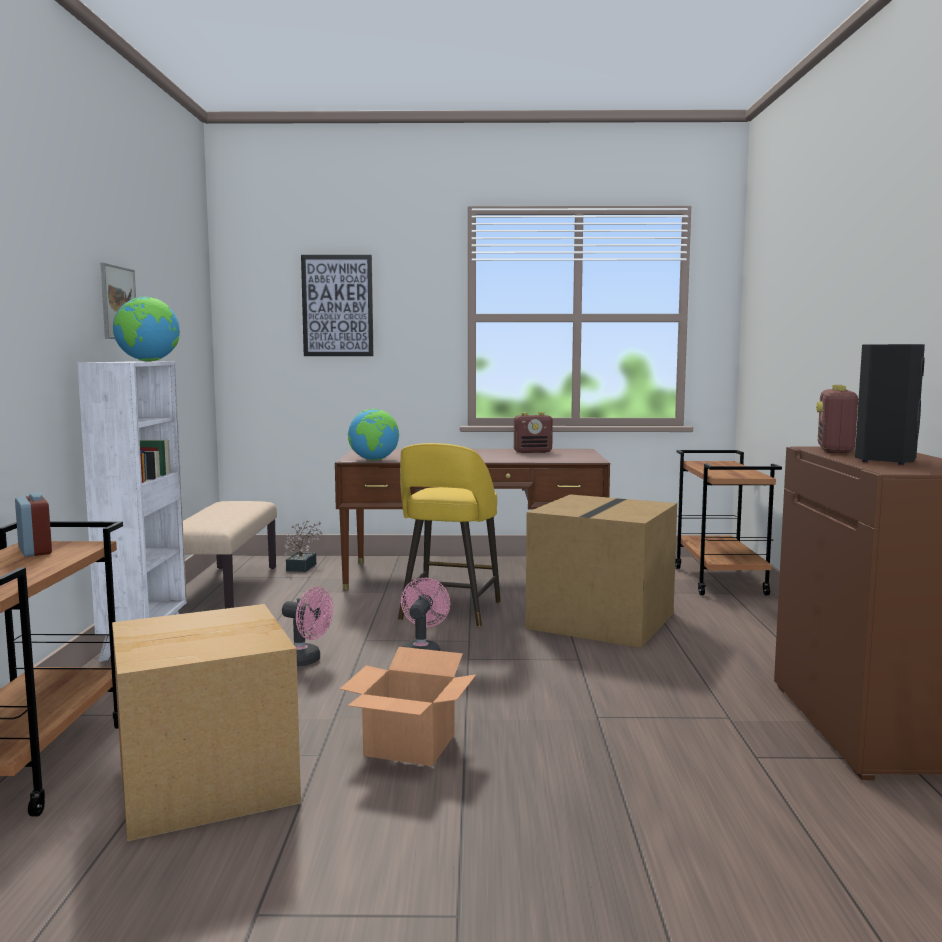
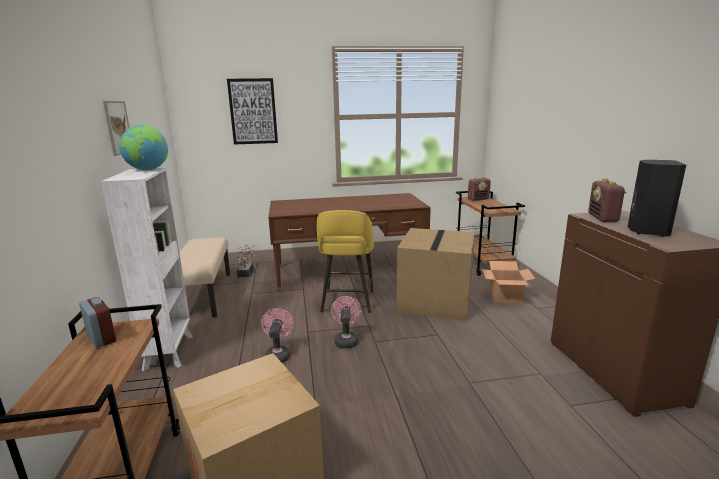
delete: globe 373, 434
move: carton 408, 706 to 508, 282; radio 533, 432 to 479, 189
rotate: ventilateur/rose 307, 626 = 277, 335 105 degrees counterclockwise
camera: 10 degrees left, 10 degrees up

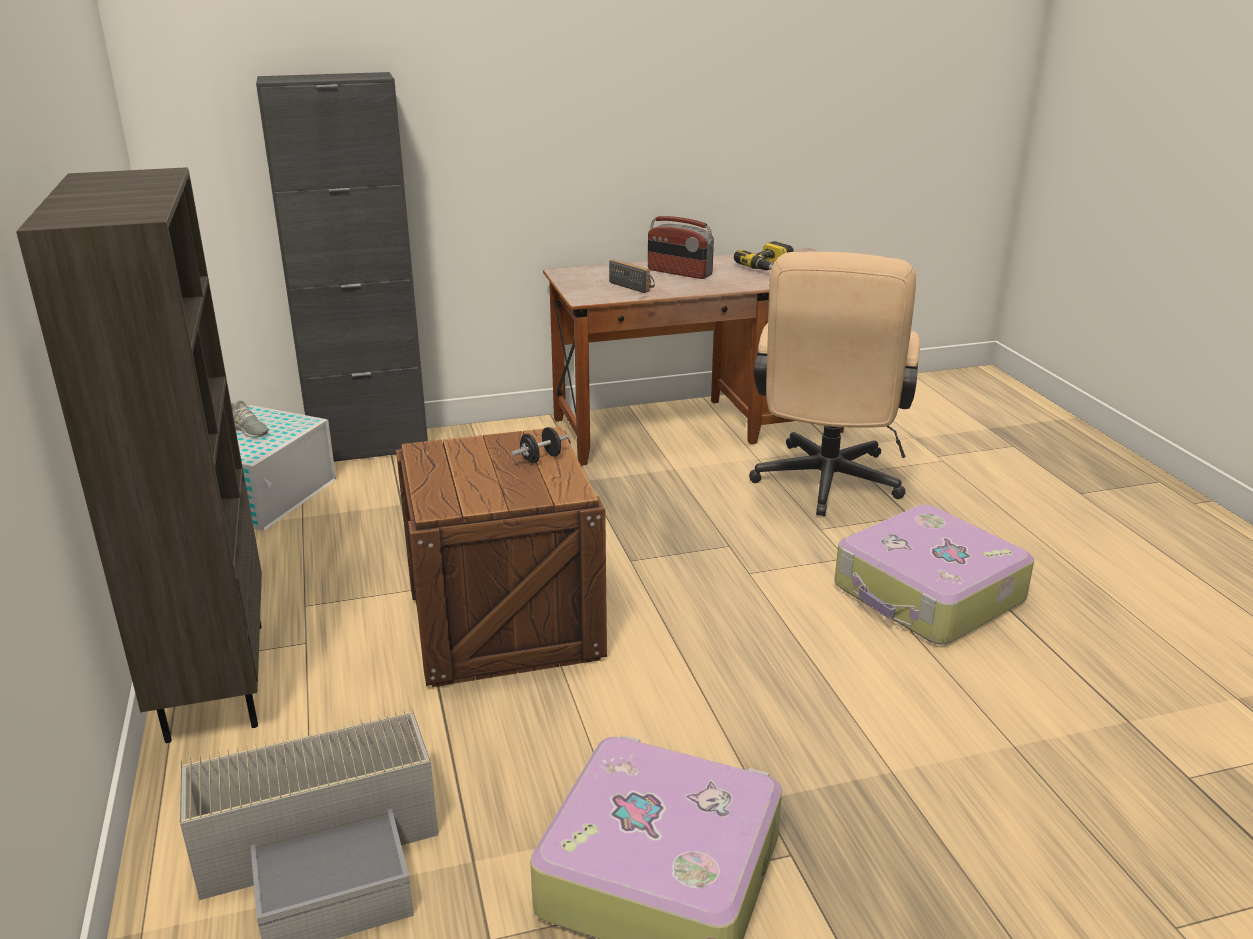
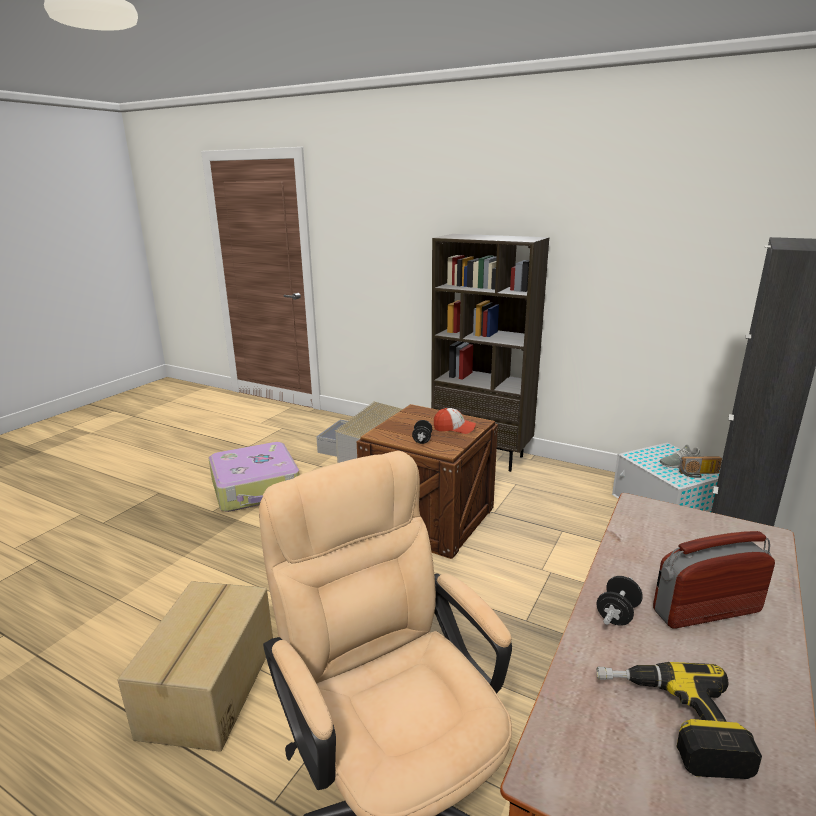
insert: casquette 455, 421; haltère/noir 620, 601
move: radio 632, 276 to 700, 467
replace: valise 934, 574 to carton 195, 666
camera: 135 degrees right, 5 degrees down

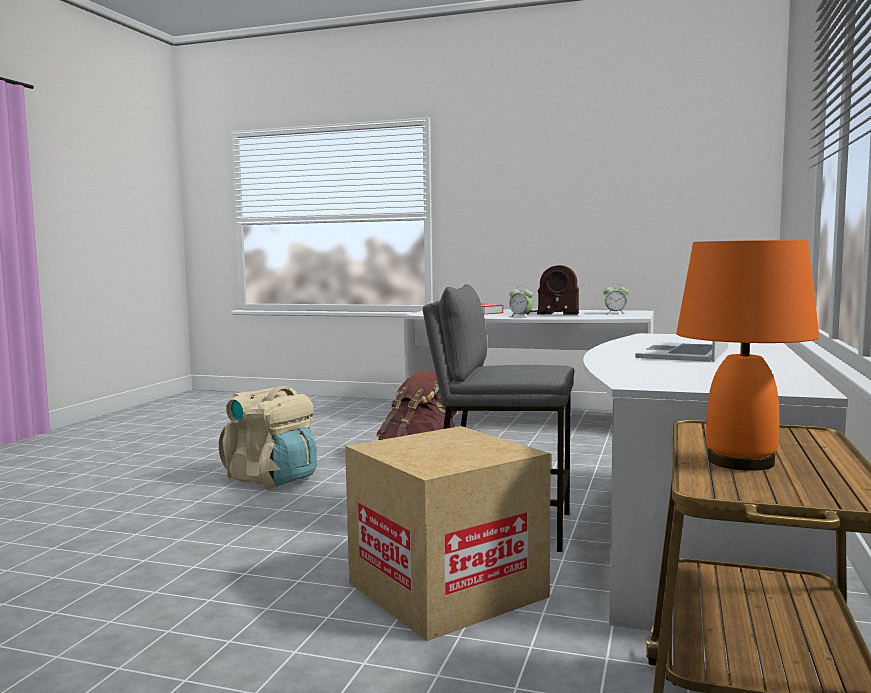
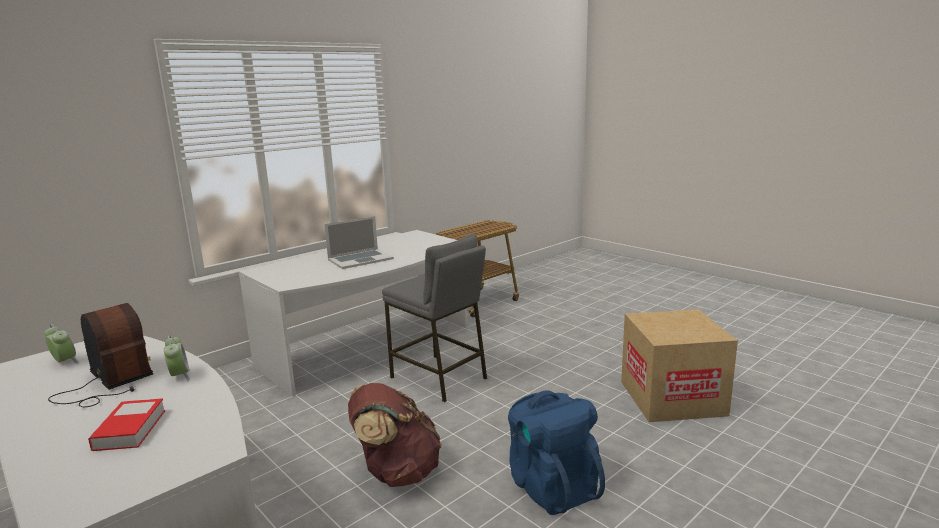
delete: lampe de table/orange 748, 355
move: carton 448, 533 to 679, 365
recolor: sac à dos/beige 268, 437 to sac à dos/bleu 556, 452
camera: 150 degrees left, 10 degrees up

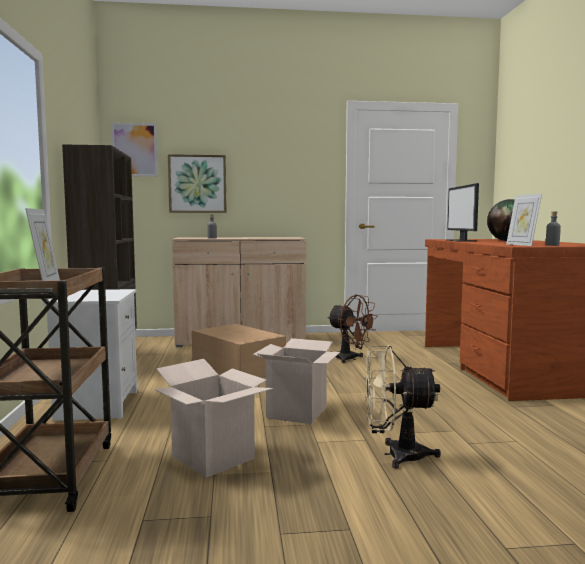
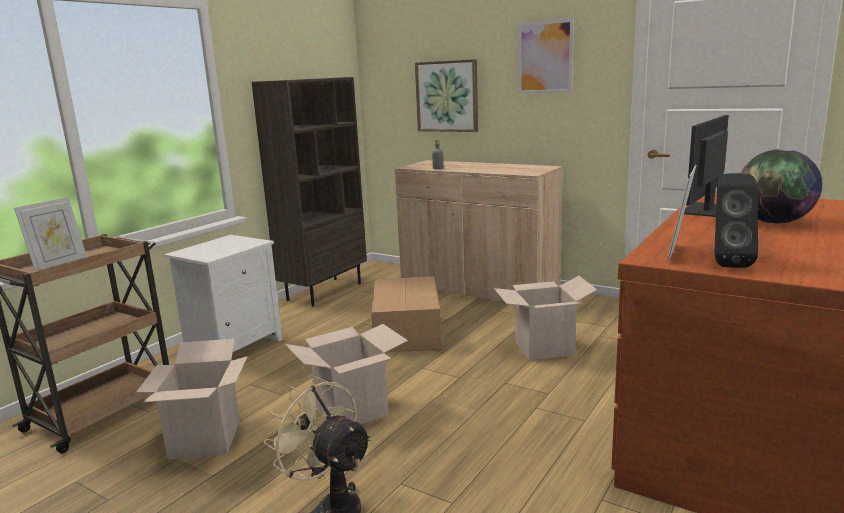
move: tableau 134, 149 to 546, 56
replace: ventilateur/marron 352, 329 to carton 545, 317; bouteille/gris 553, 229 to enceinte/noir 736, 220
camera: 40 degrees right, 10 degrees up

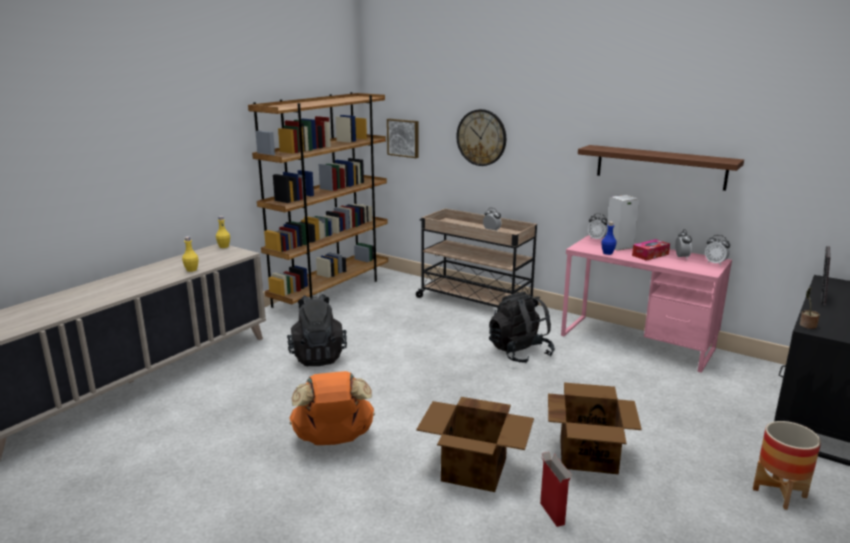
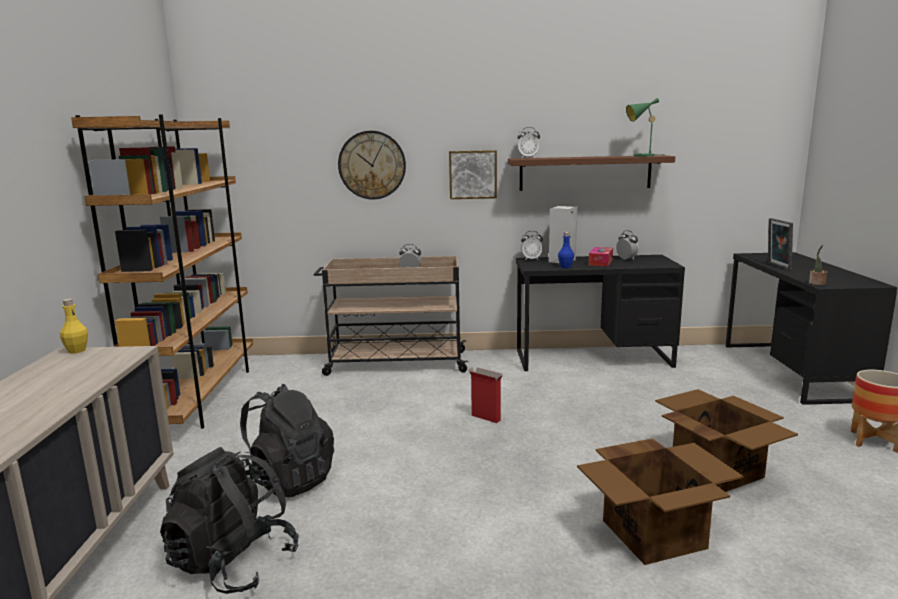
delete: bouteille/jaune 190, 254; sac à dos/orange 332, 408
insert: lampe de table/vert 645, 127
move: tableau 403, 138 to 473, 174; sac à dos/noir 522, 327 to 229, 520; carton 556, 489 to 485, 395; réveil 717, 250 to 528, 142
recolor: bureau/rose 646, 304 to bureau/noir 600, 313
camera: 35 degrees left, 5 degrees down

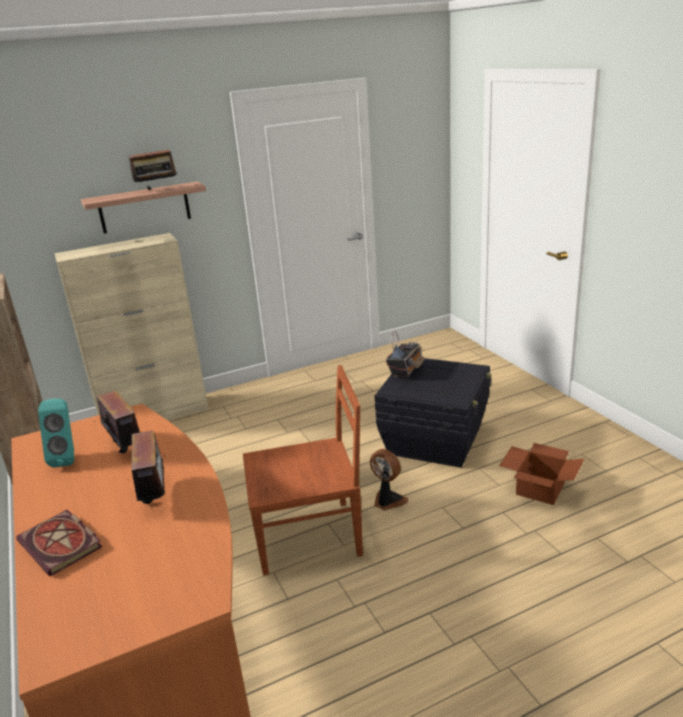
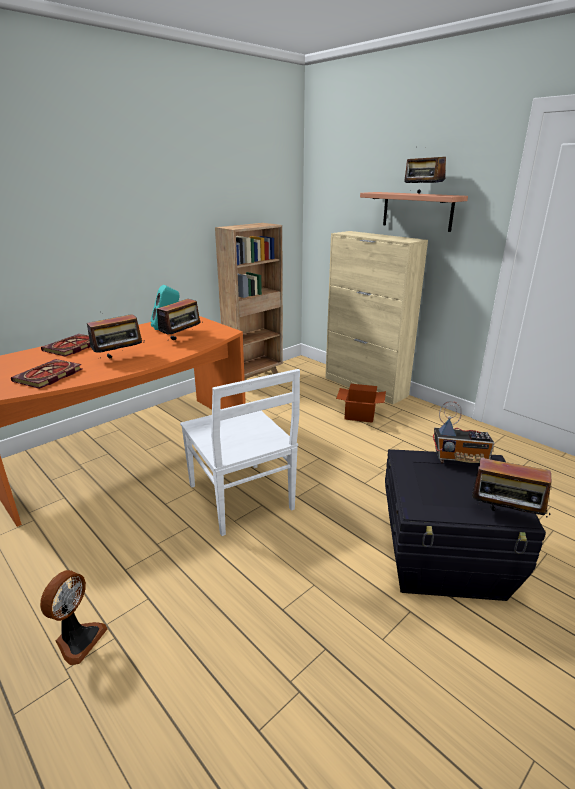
insert: livre 46, 374; radio 511, 486
move: ventilateur 389, 479 to 73, 617; carton 541, 474 to 361, 403
recolor: chaise/marron 303, 470 to chaise/blanc 240, 452
camera: 70 degrees right, 0 degrees up

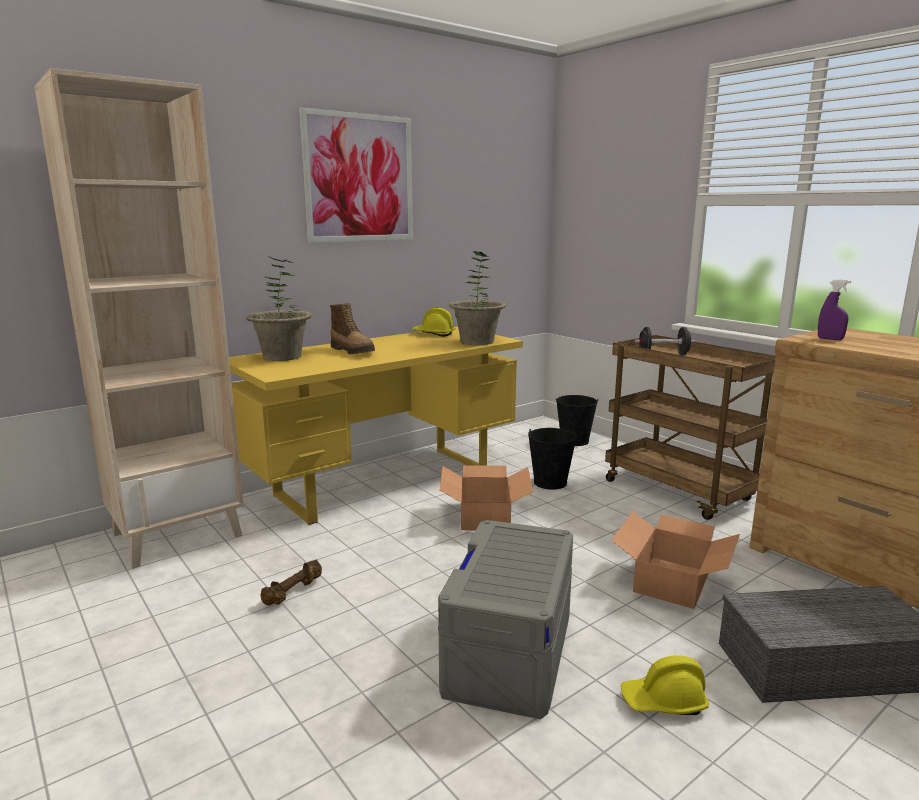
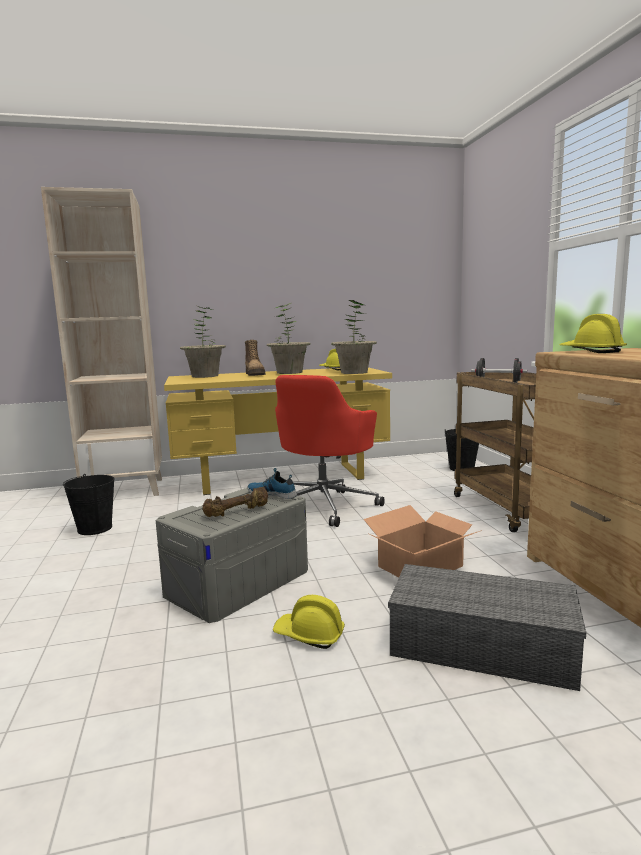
delete: tableau 356, 175
insert: chaussure 272, 483; plante en pot 289, 338
move: haltère/marron 291, 583 to 235, 502; seau/noir 552, 459 to 89, 504
replace: carton 486, 497 to chaise de bureau/rouge 330, 451; vaporisateur/violet 834, 310 to casque de chantier/jaune 593, 333
camera: 25 degrees right, 5 degrees down

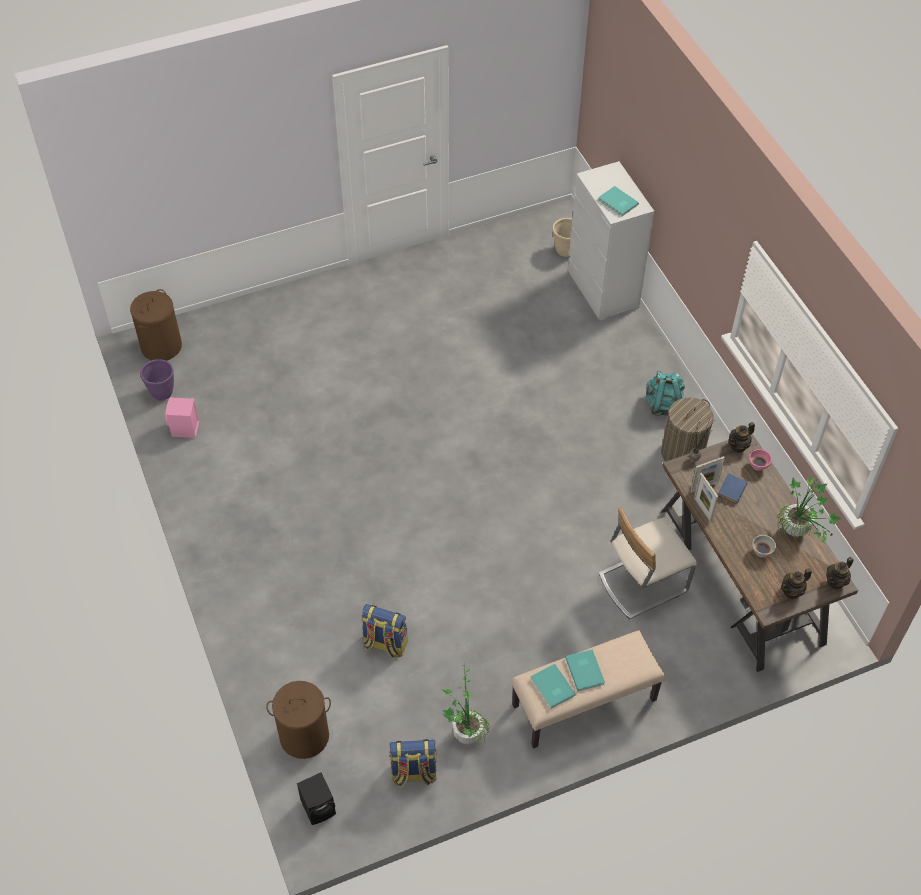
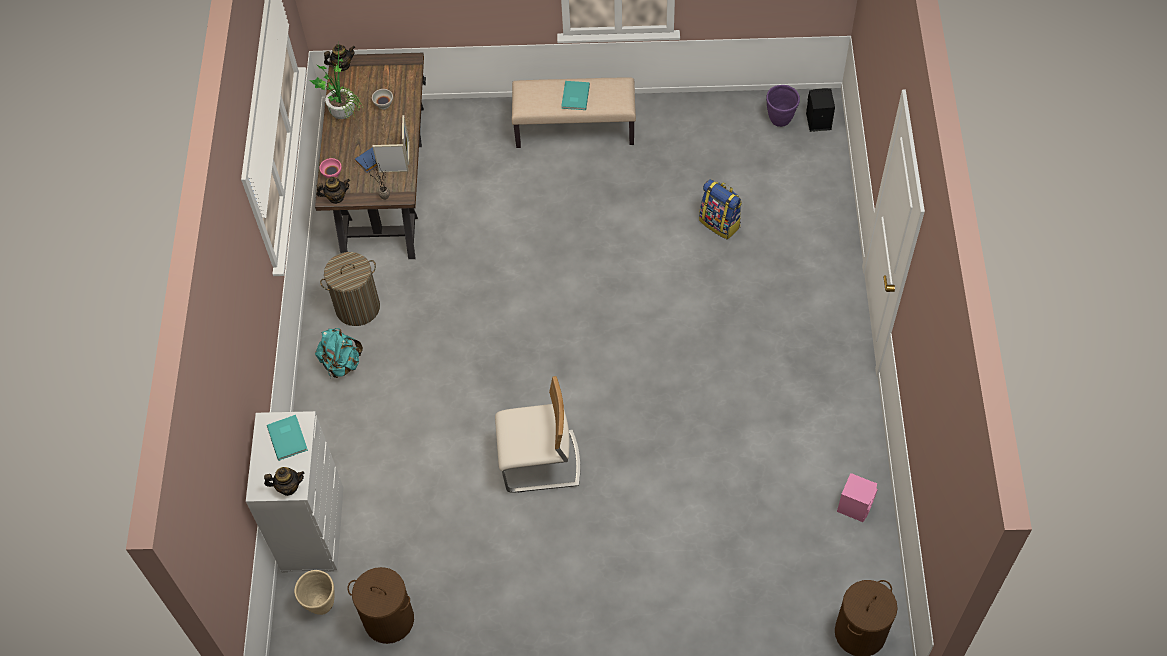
delete: sac à dos 413, 763; plante en pot 465, 703; livre/turquoise 553, 686
move: cache-pot/violet 157, 379 to 783, 106; panier à linge/marron 298, 720 to 380, 605; chaise/beige 648, 563 to 537, 434; théière 796, 584 to 284, 481
camera: 155 degrees left, 5 degrees up

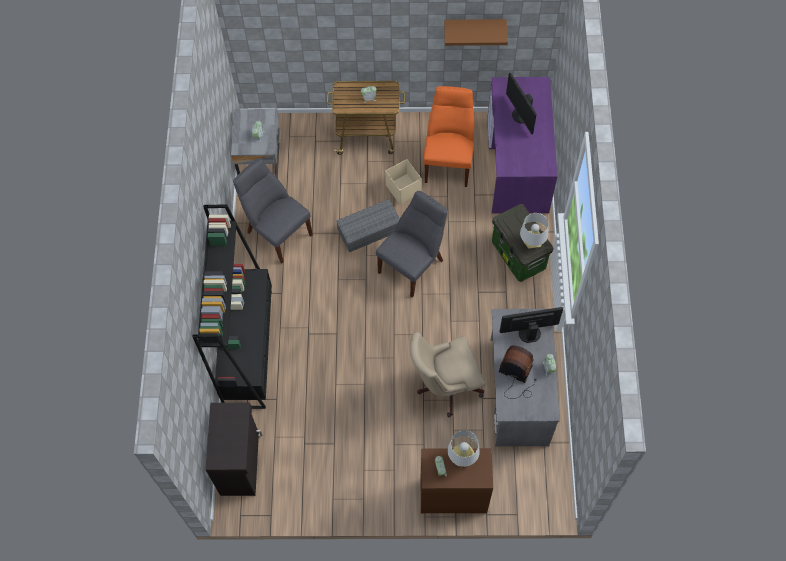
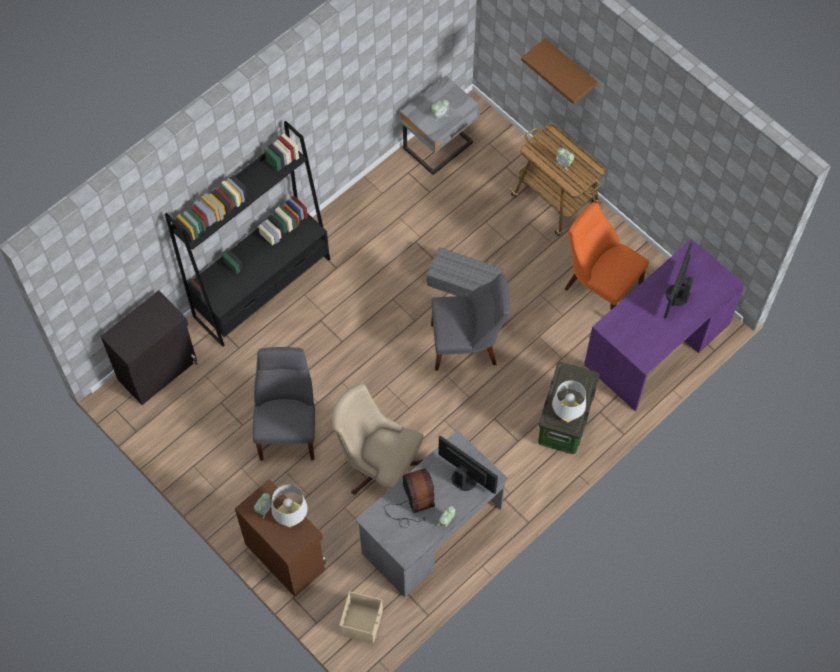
move: chaise/gris 273, 210 to 284, 404; boîte de rangement/beige 403, 181 to 361, 617; étagère/marron 476, 32 to 559, 72
rotate: chaise/orange 448, 136 = 607, 256 105 degrees counterclockwise
camera: 45 degrees right, 0 degrees up

